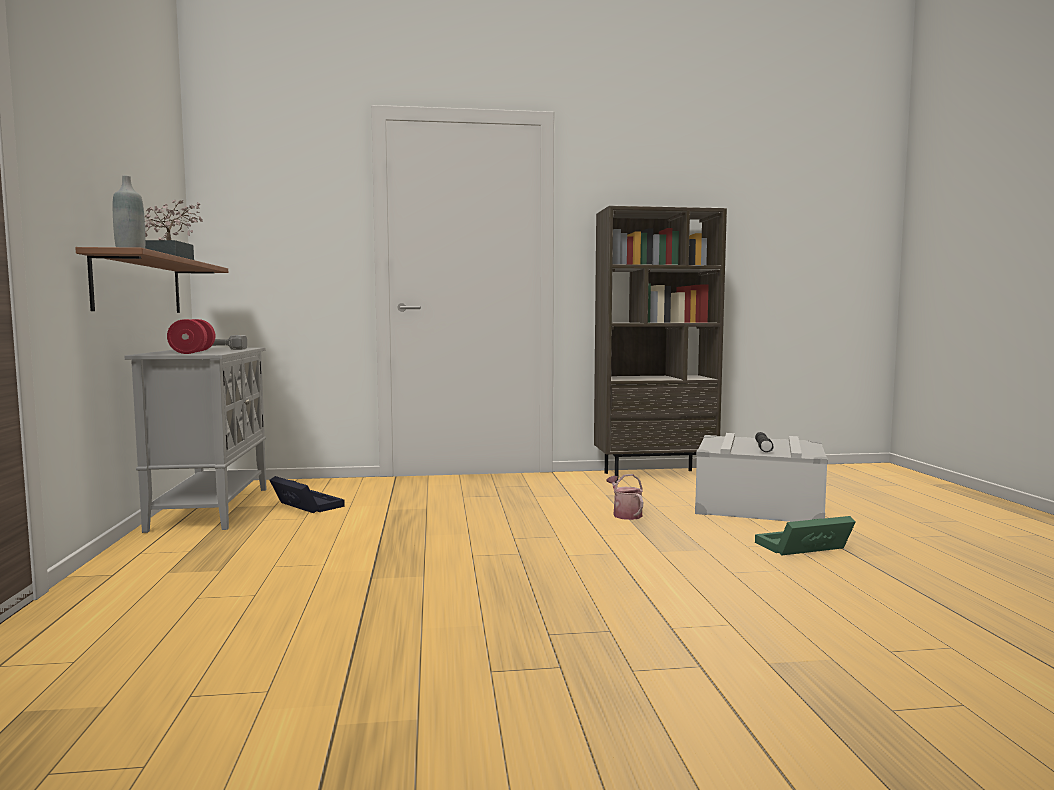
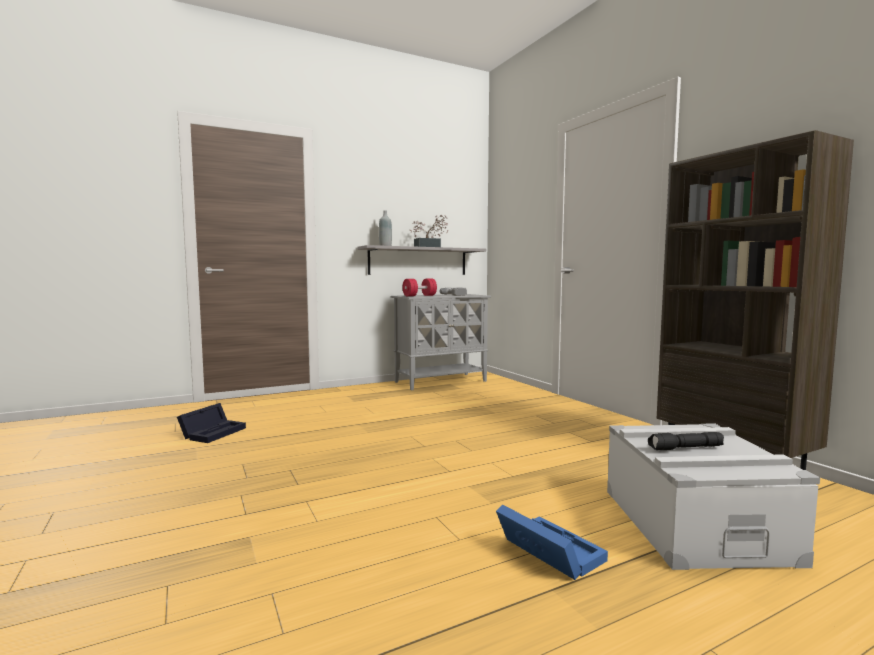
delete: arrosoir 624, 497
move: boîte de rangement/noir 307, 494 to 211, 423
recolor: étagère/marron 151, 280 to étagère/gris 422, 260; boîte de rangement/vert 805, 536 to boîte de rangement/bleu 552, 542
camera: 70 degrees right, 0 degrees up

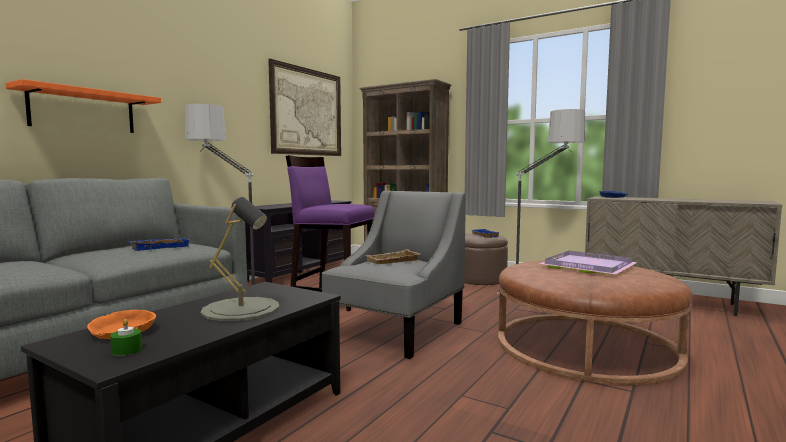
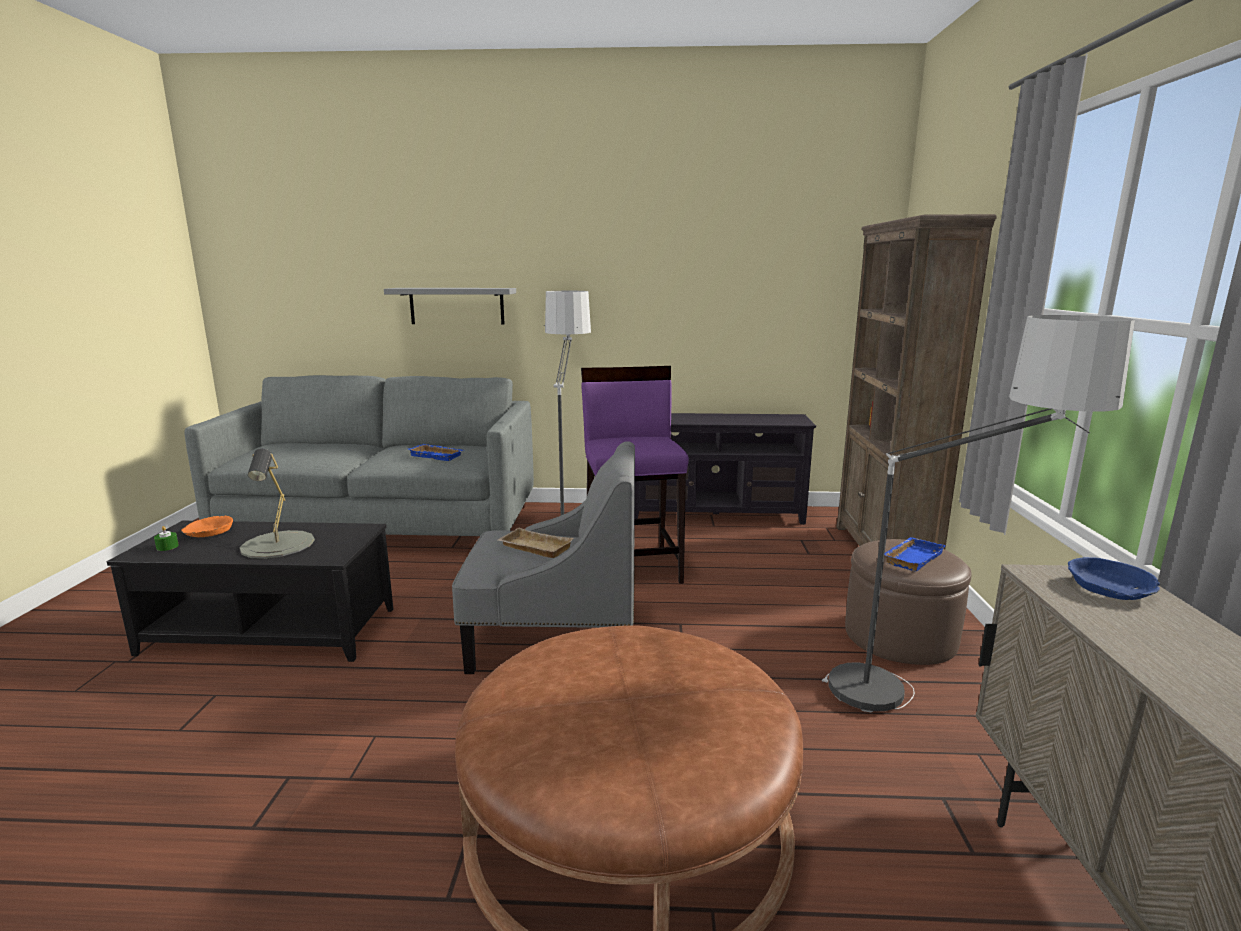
delete: tableau 304, 107; plateau/violet 588, 263
recolor: étagère/orange 83, 106 to étagère/gris 450, 306
camera: 60 degrees right, 10 degrees up

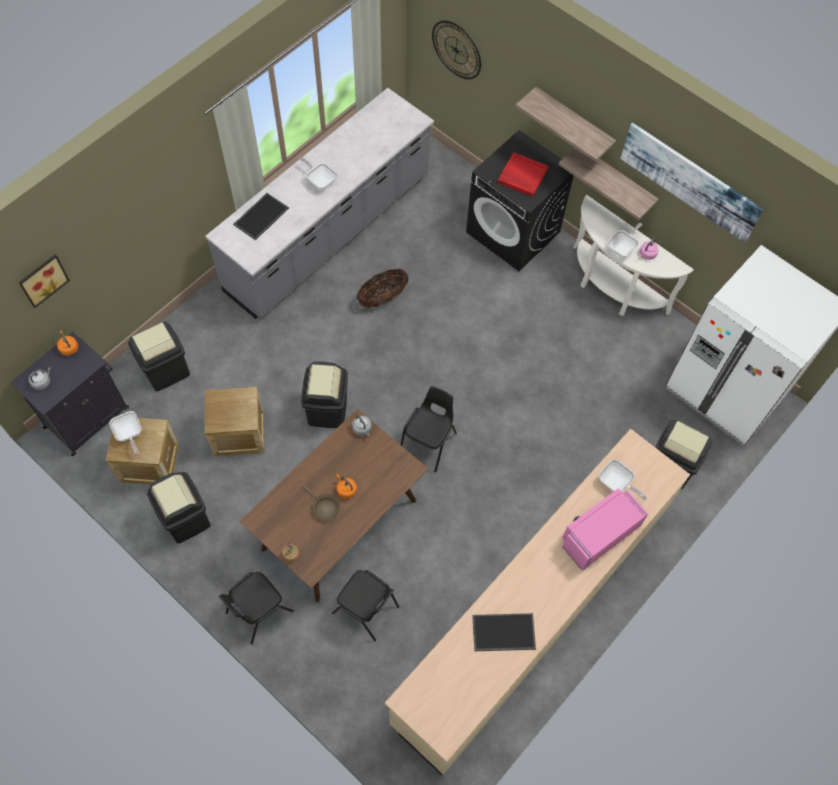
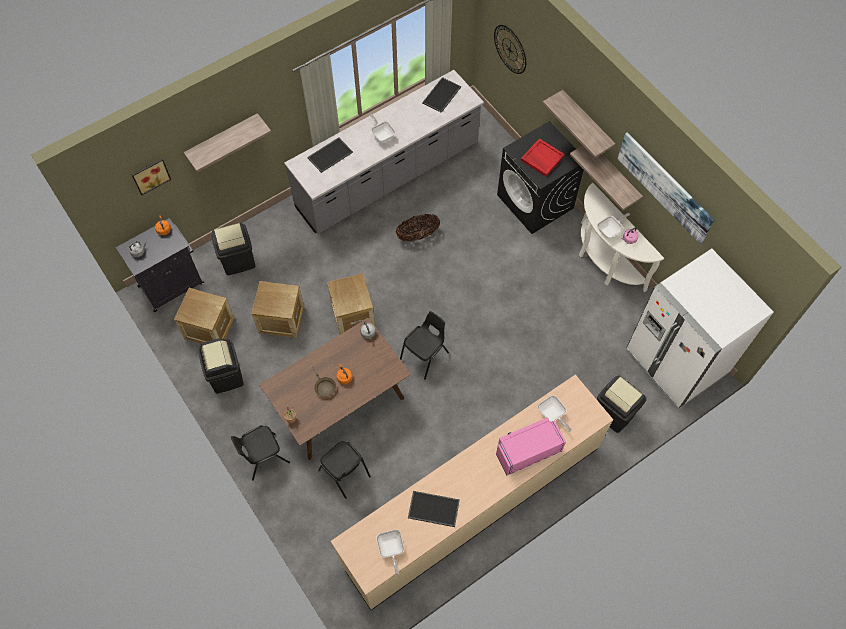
insert: étagère 227, 143; plateau 441, 95
move: poêle 125, 433 to 390, 552
replace: poubelle/noir 324, 395 to caisse 351, 303
camera: 15 degrees right, 0 degrees up

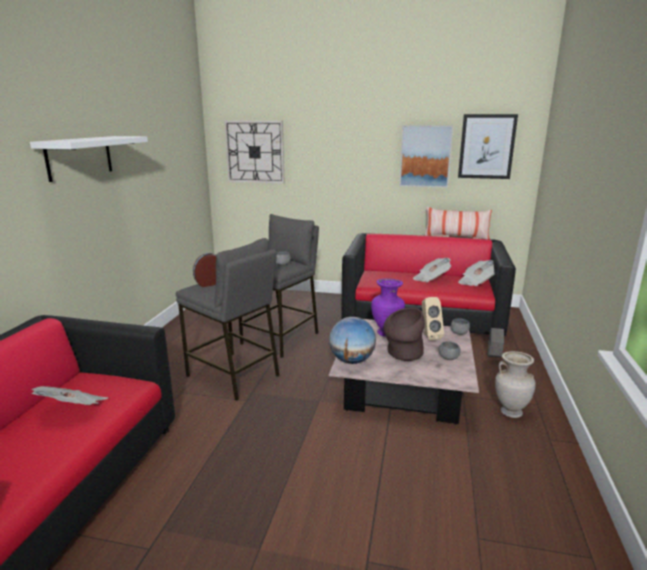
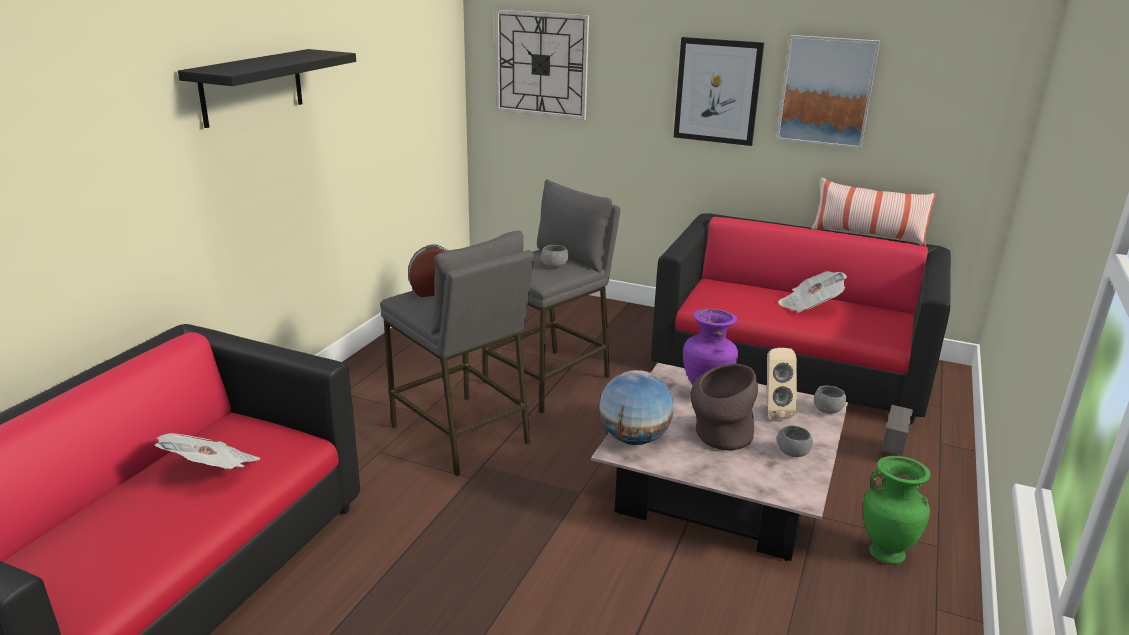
delete: journal 476, 273
move: tableau 488, 146 to 719, 91
recolor: étagère/blanc 89, 159 to étagère/noir 267, 88; vase/beige 515, 384 to vase/vert 897, 510
camera: 10 degrees right, 5 degrees up

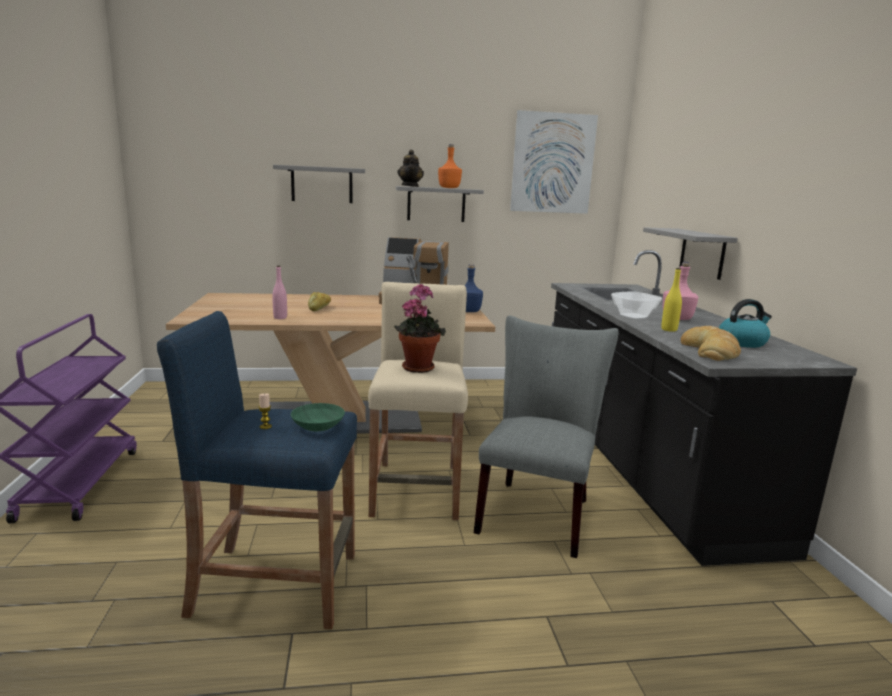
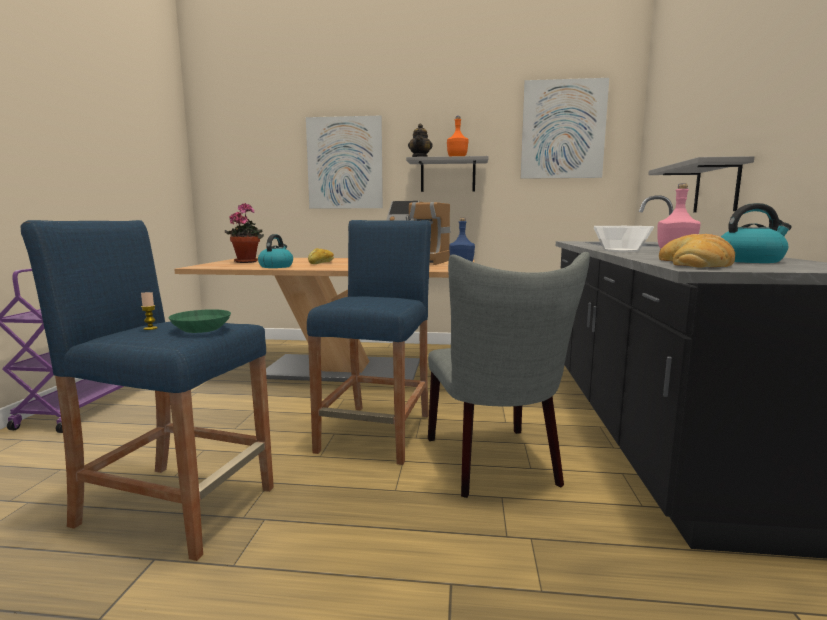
delete: bouteille/jaune 671, 300
move: plante en pot 420, 328 to 244, 233
replace: bouteille/rose 279, 292 to bouilloire 275, 251; étagère/gris 319, 184 to tableau 344, 161
recolor: tabouret/beige 418, 401 to tabouret/bleu 369, 342
rotate: chaise/gris 546, 436 = 509, 375 135 degrees clockwise
camera: 15 degrees right, 5 degrees down

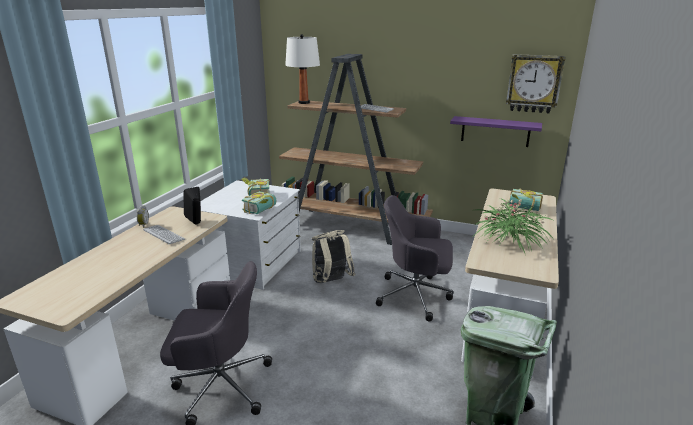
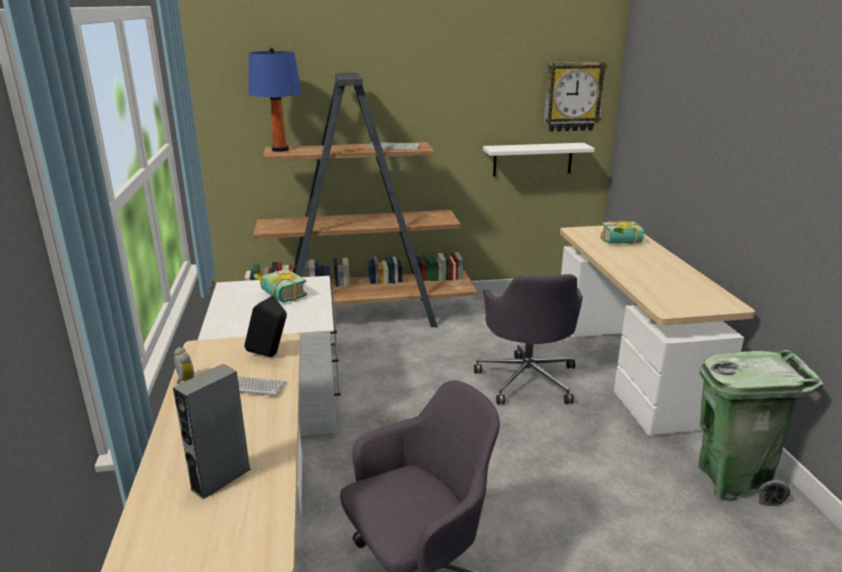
delete: livre 259, 202; sac à dos/beige 333, 256; plante en pot 513, 225
insert: enceinte/gris 212, 431
recolor: lampe de table/blanc 302, 69 to lampe de table/bleu 275, 99; étagère/violet 496, 131 to étagère/blanc 539, 160
rotate: chaise de bureau/gris 415, 258 = 528, 339 75 degrees counterclockwise
camera: 30 degrees left, 0 degrees up

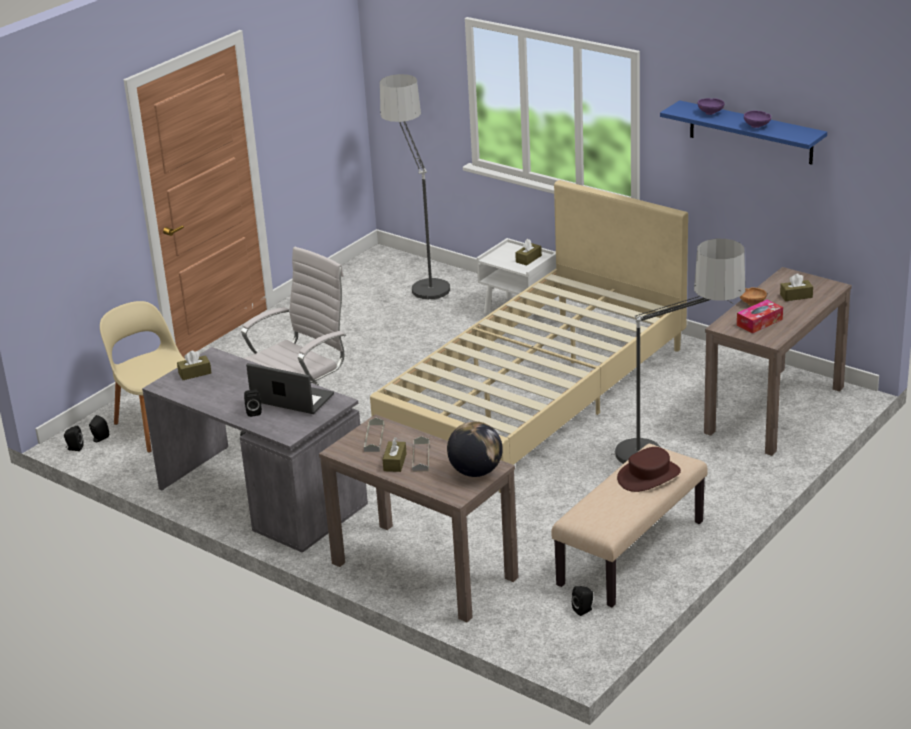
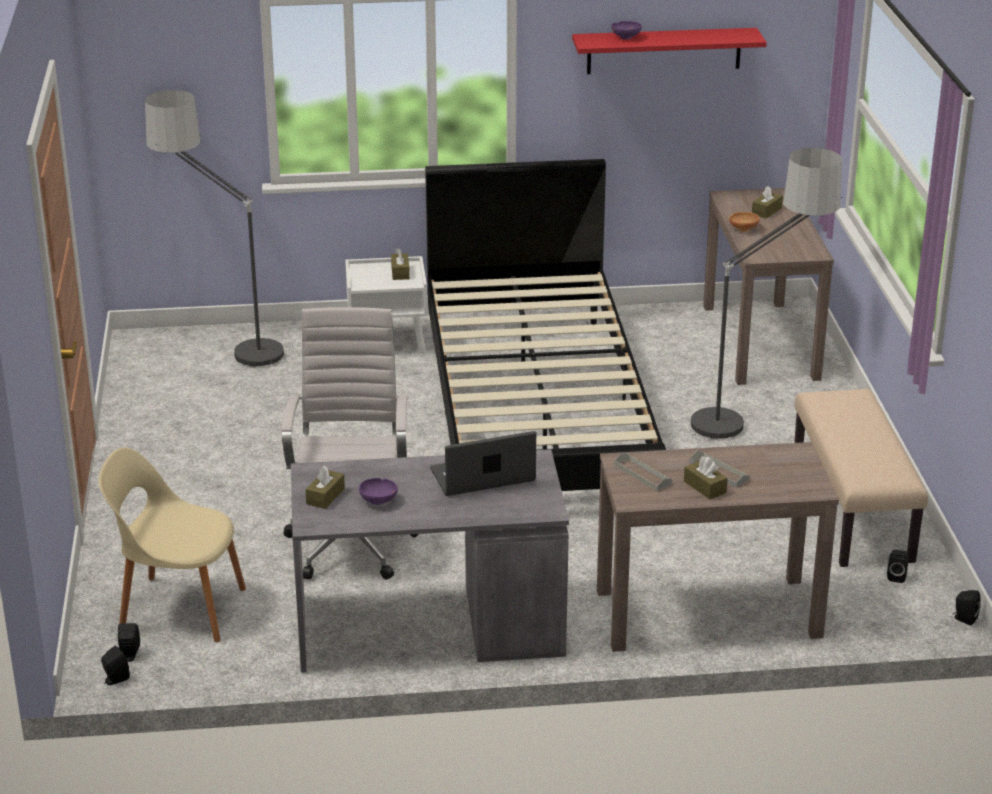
delete: globe 475, 449; chapeau/marron 649, 469; boîte à mouchoirs 760, 316
move: enceinte/noir 253, 403 to 967, 608; bol/violet 757, 119 to 378, 491
recolor: lit/beige 529, 336 to lit/noir 545, 325; étagère/bleu 743, 132 to étagère/rouge 669, 51
camera: 45 degrees left, 0 degrees up

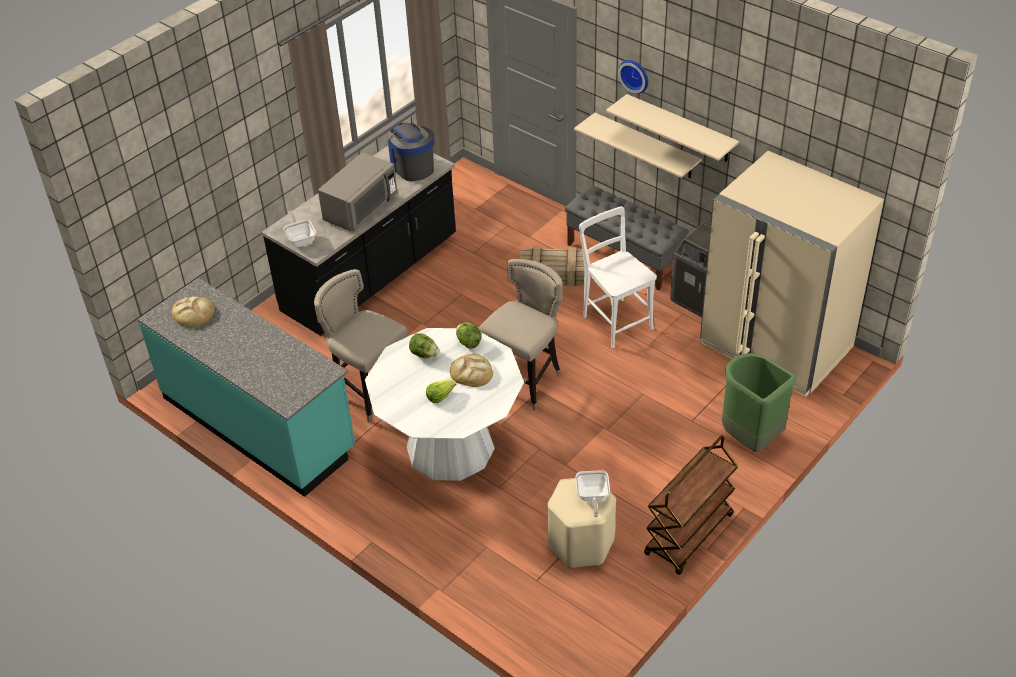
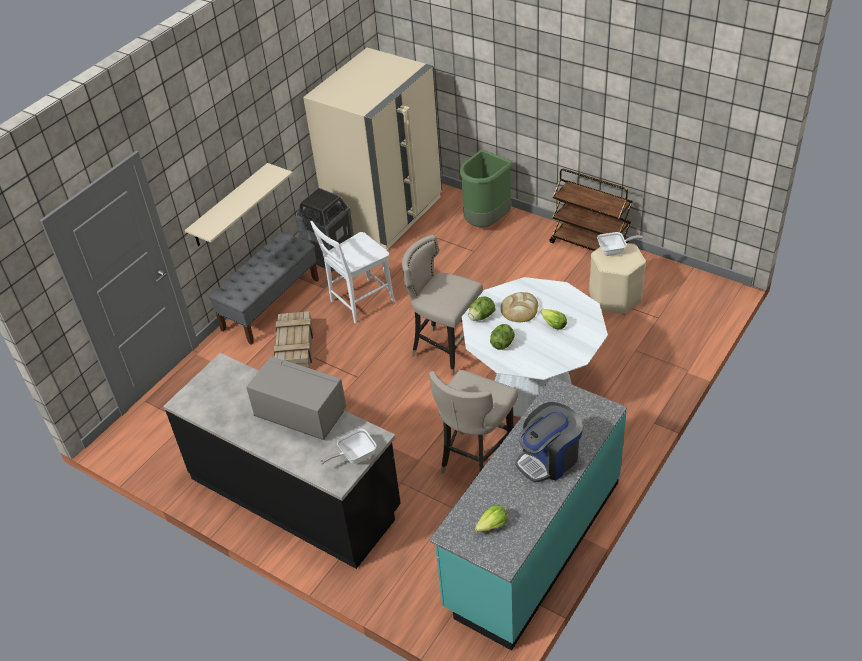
delete: étagère/beige 672, 128; horloge murale 633, 77
move: machine à café 411, 152 to 549, 442
replace: pain 192, 312 to laitue 491, 518
camera: 95 degrees left, 0 degrees up

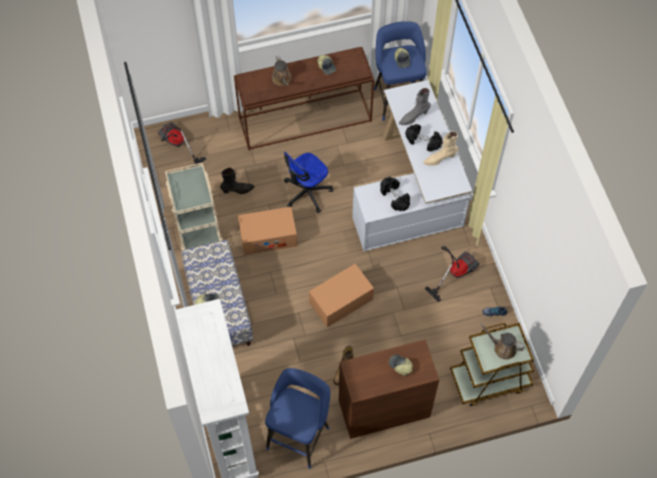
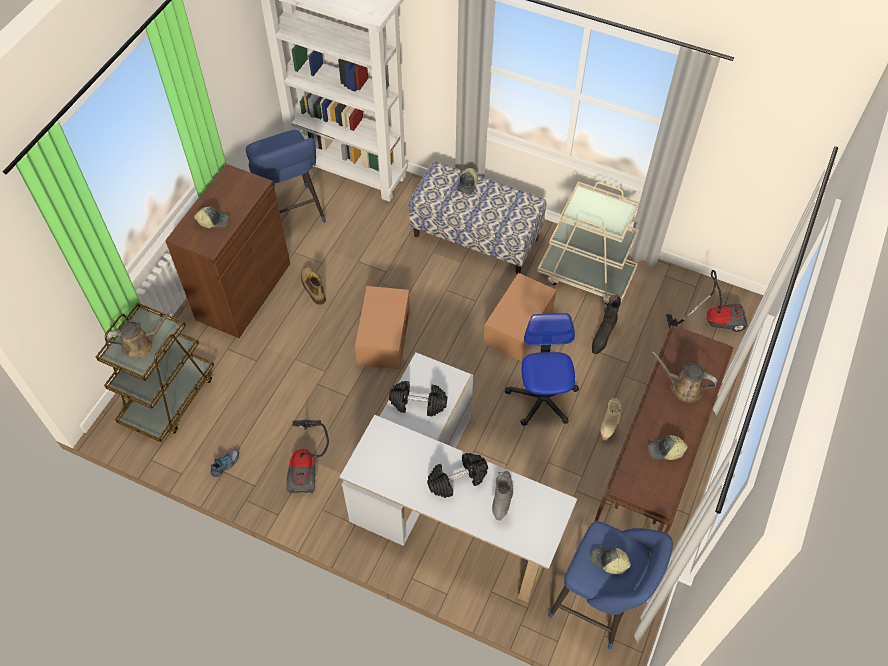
move: botte/beige 440, 148 to 611, 419
camera: 130 degrees right, 5 degrees down

